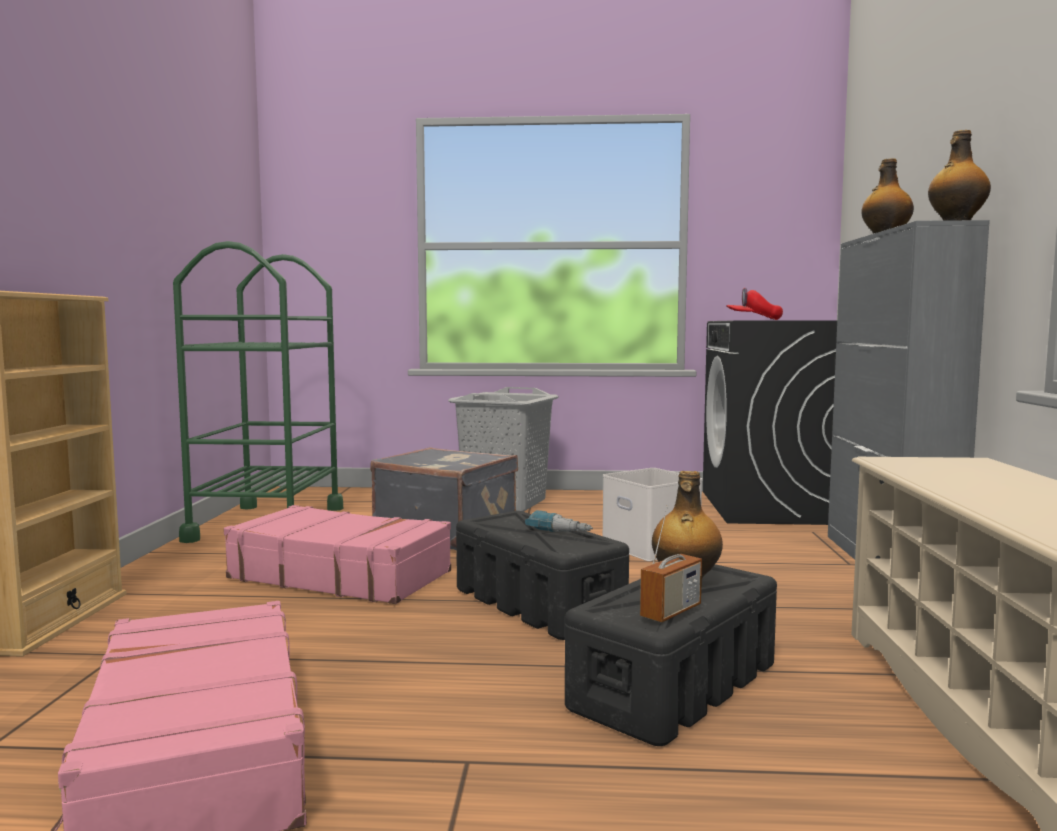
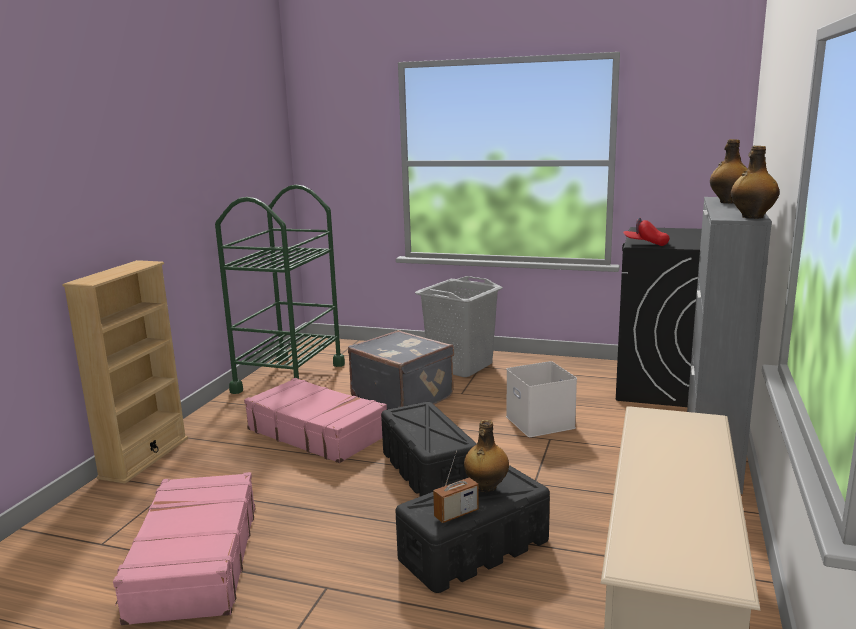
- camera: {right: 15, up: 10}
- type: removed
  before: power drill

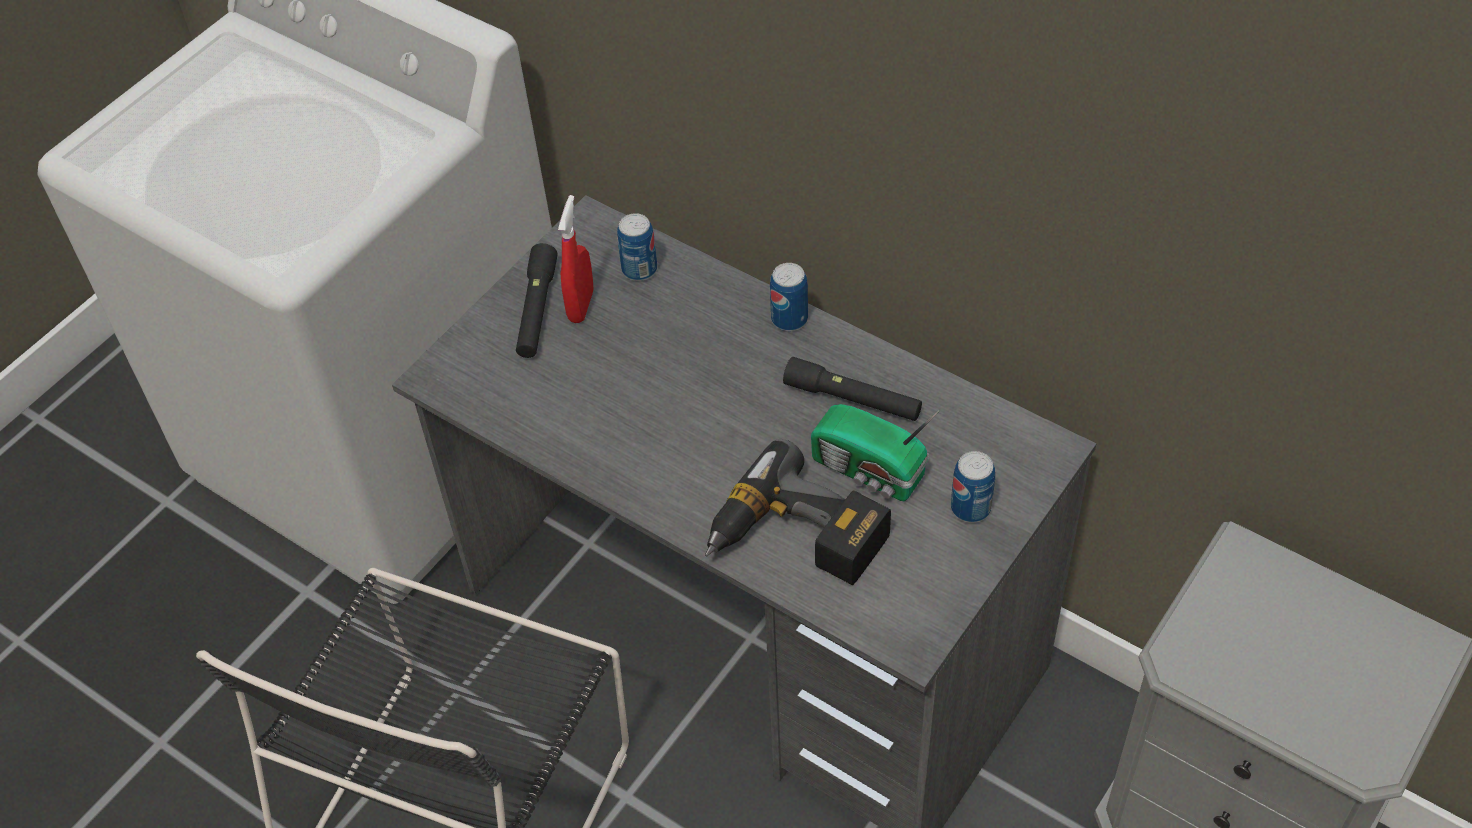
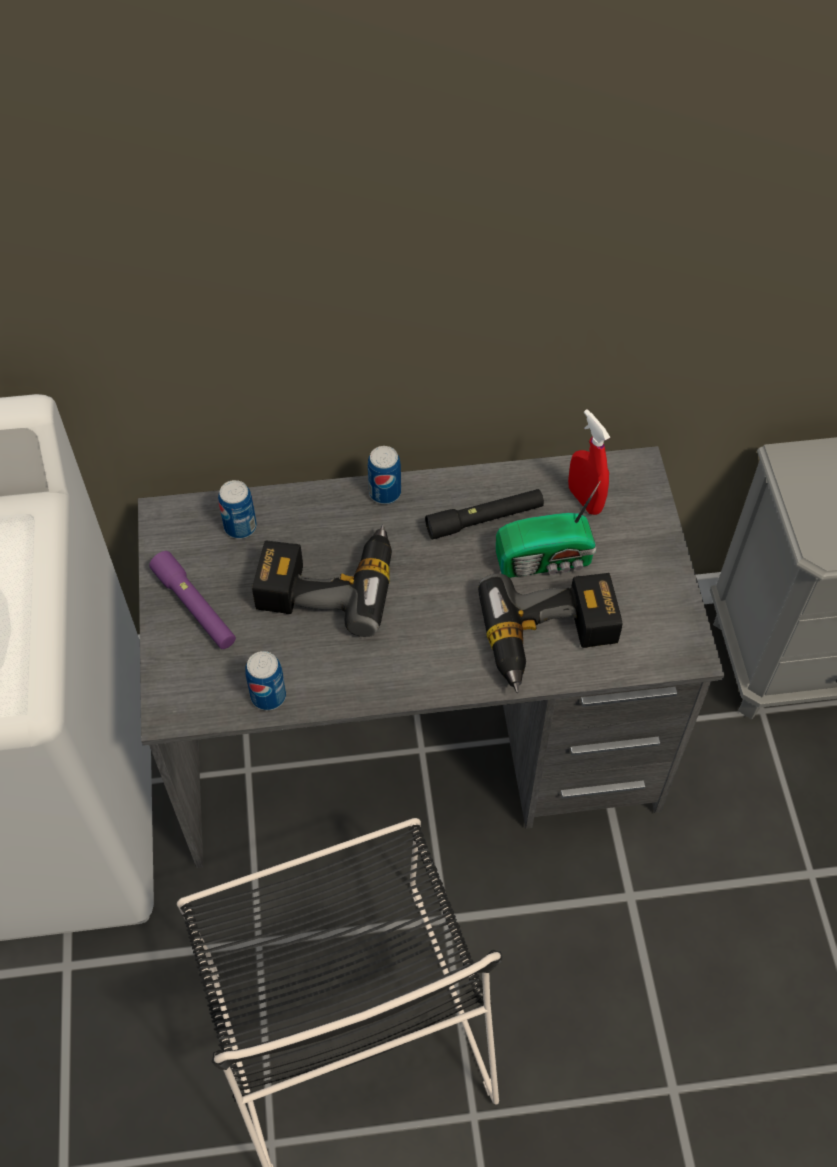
- camera: {right: -45, up: 5}
- type: recoloured
  before: black flashlight (1st from left)
  after: purple flashlight
- type: moved
  before: red spray bottle
- type: moved
  before: can (3rd from left in the first image)
  after: can (2nd from left)
- type: added
  after: power drill (1st from left)

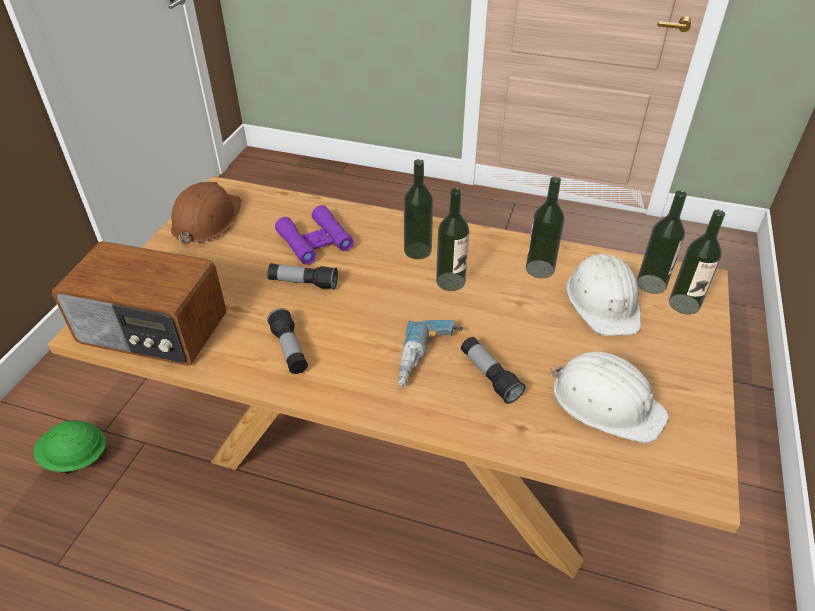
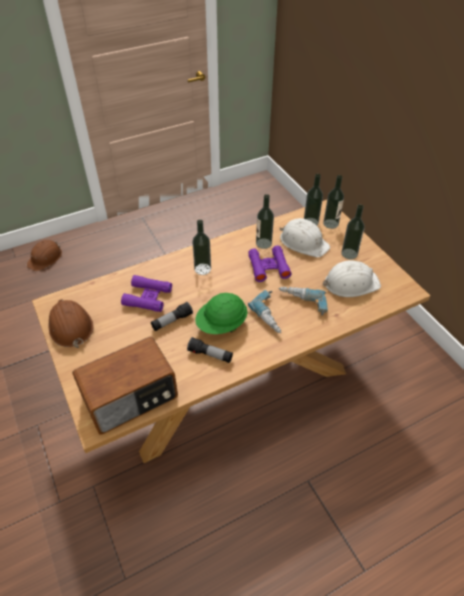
- camera: {right: -45, up: 5}
- type: moved
  before: green hard hat
- type: moved
  before: bottle (2nd from left in the first image)
  after: bottle (5th from left)
- type: replaced
  before: flashlight (3rd from left)
  after: power drill (2nd from left)
- type: added
  after: brown hard hat (1st from left)
- type: added
  after: purple binoculars (2nd from left)

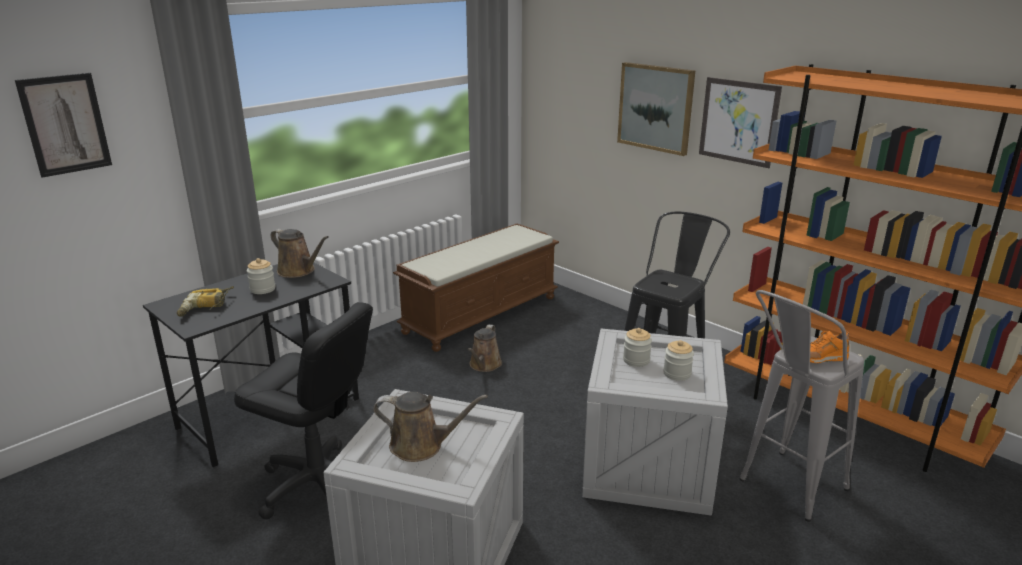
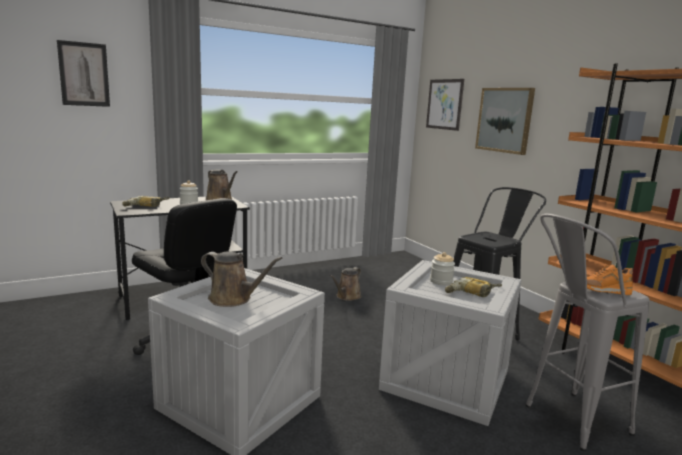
- camera: {right: 15, up: -10}
- type: removed
  before: brown bench
- type: replaced
  before: jar (3rd from left)
  after: power drill (2nd from left)
- type: moved
  before: picture (3rd from left in the first image)
  after: picture (2nd from left)

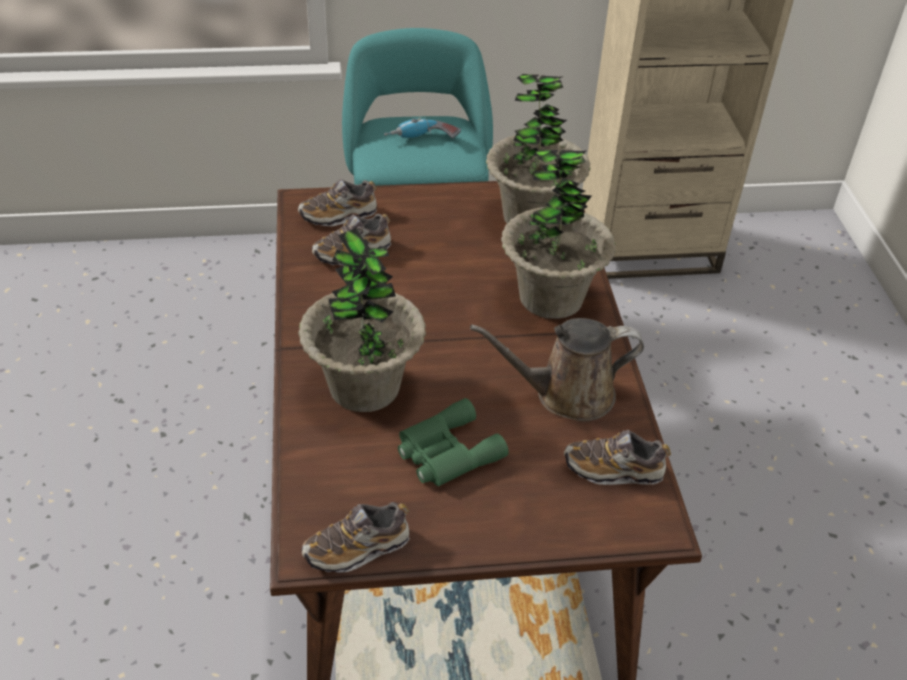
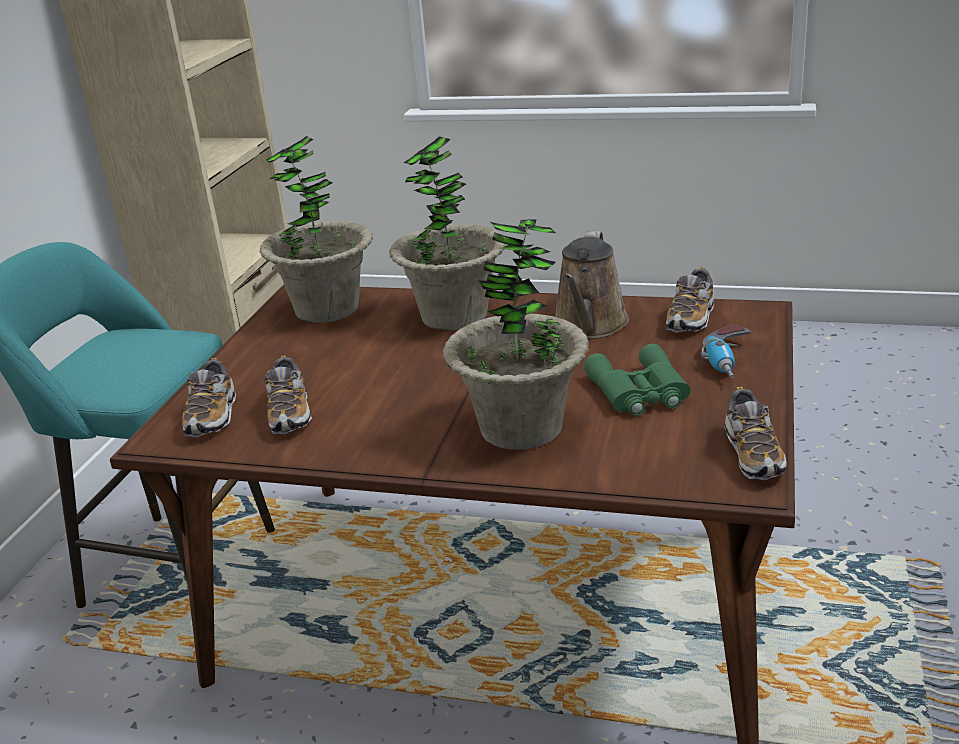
- camera: {right: -65, up: -15}
- type: moved
  before: power drill

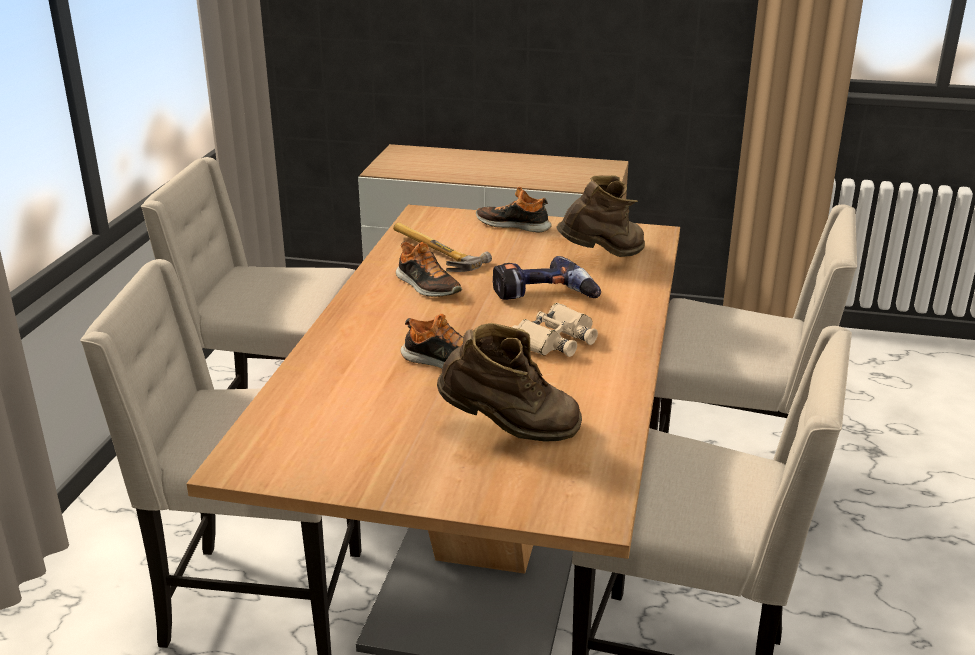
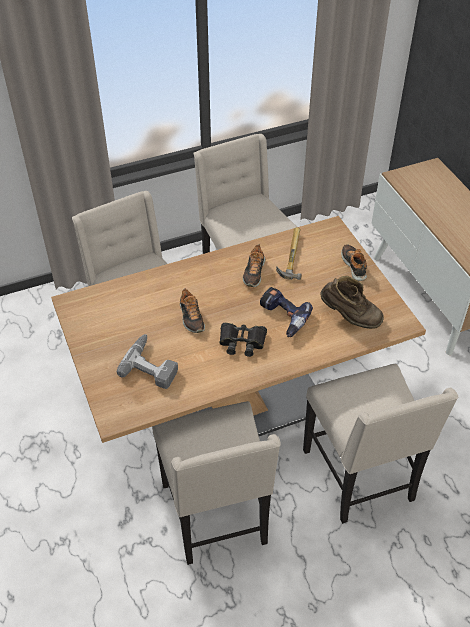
- camera: {right: 55, up: 20}
- type: replaced
  before: brown boot (1st from left)
  after: power drill (1st from left)
- type: recoloured
  before: beige binoculars
  after: black binoculars

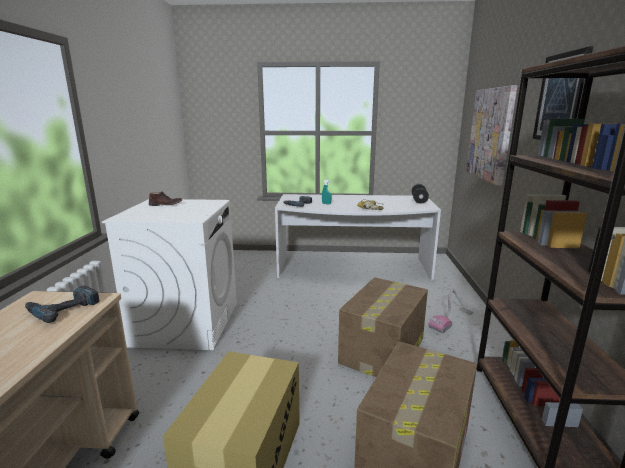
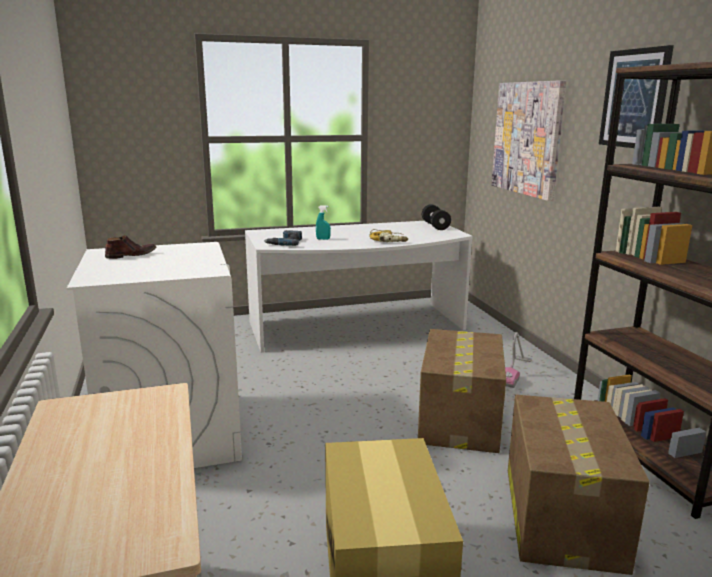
- camera: {right: -20, up: 0}
- type: removed
  before: power drill (1st from left)

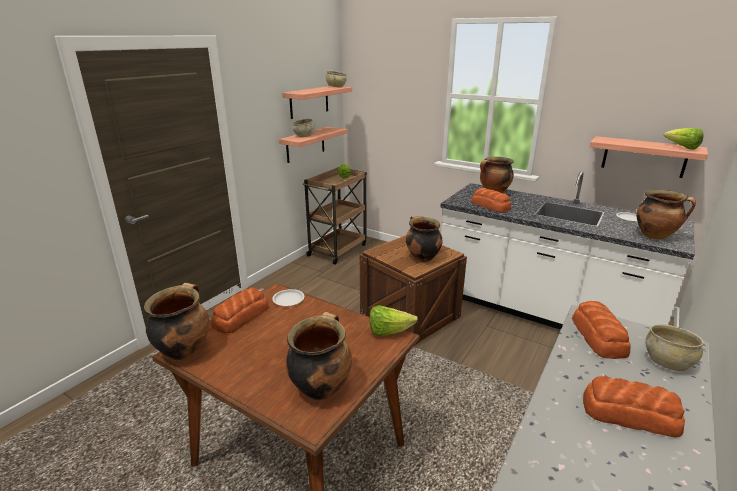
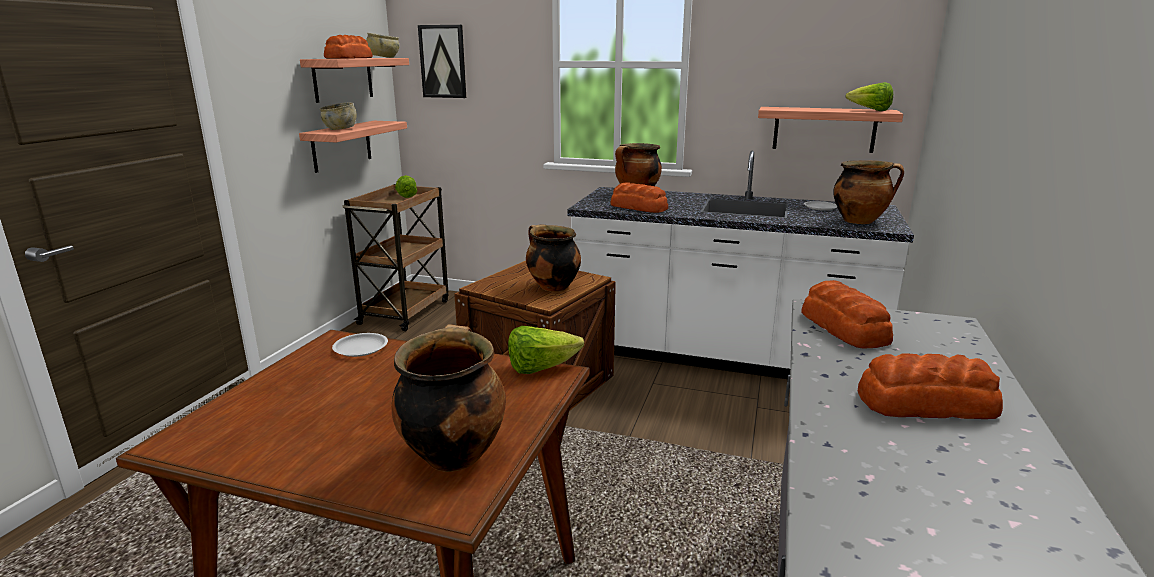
- camera: {right: -15, up: -5}
- type: removed
  before: cooking pot (1st from left)
- type: moved
  before: bread (1st from left)
- type: removed
  before: beige bowl (3rd from left)
- type: added
  after: picture

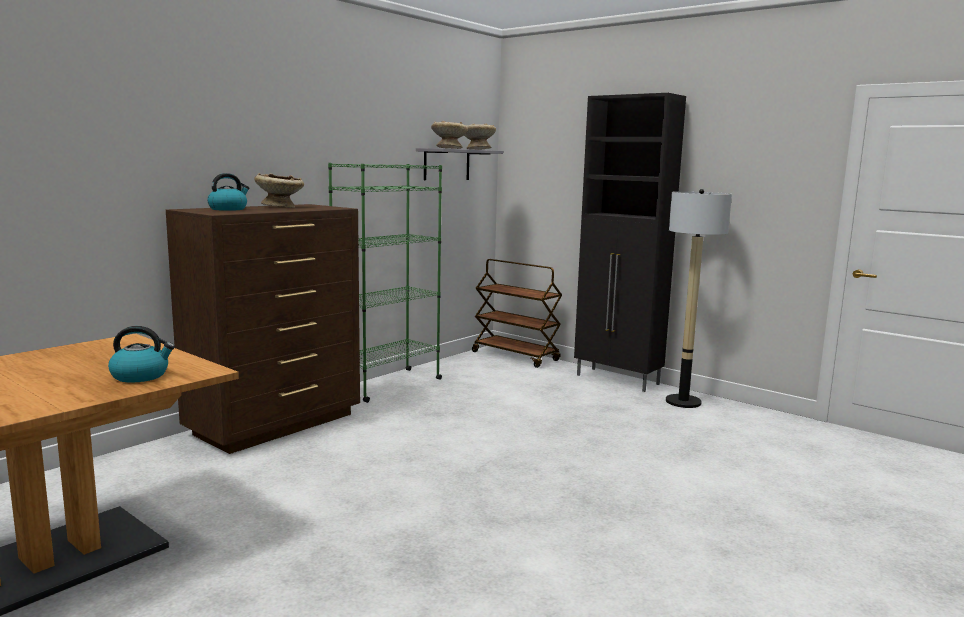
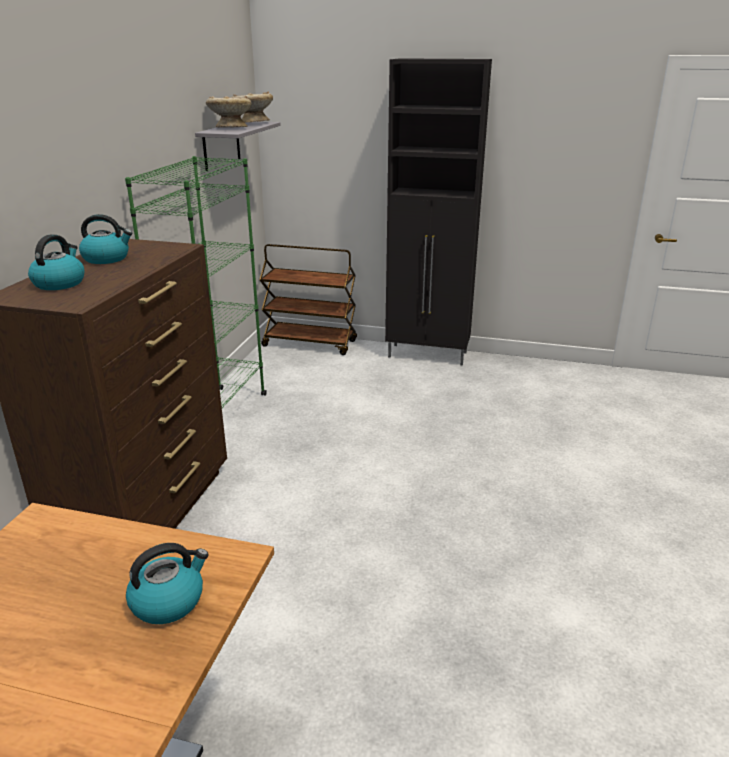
- camera: {right: -25, up: 15}
- type: replaced
  before: beige bowl (1st from left)
  after: kettle (2nd from left)
- type: removed
  before: floor lamp

